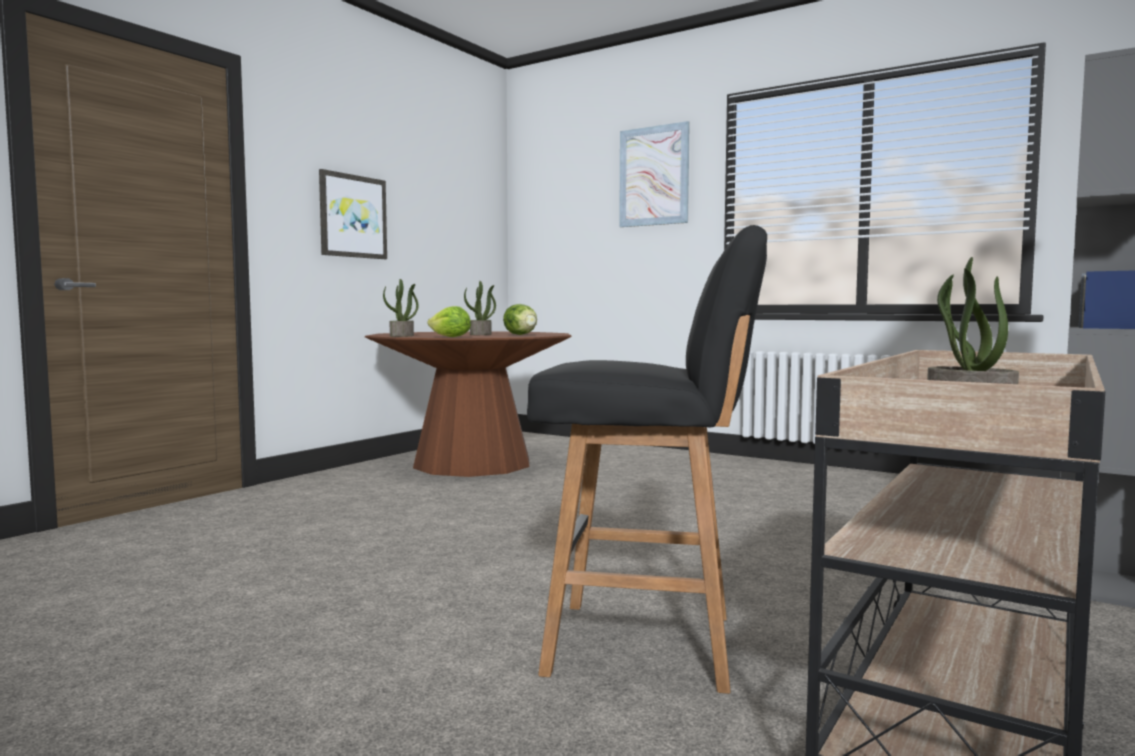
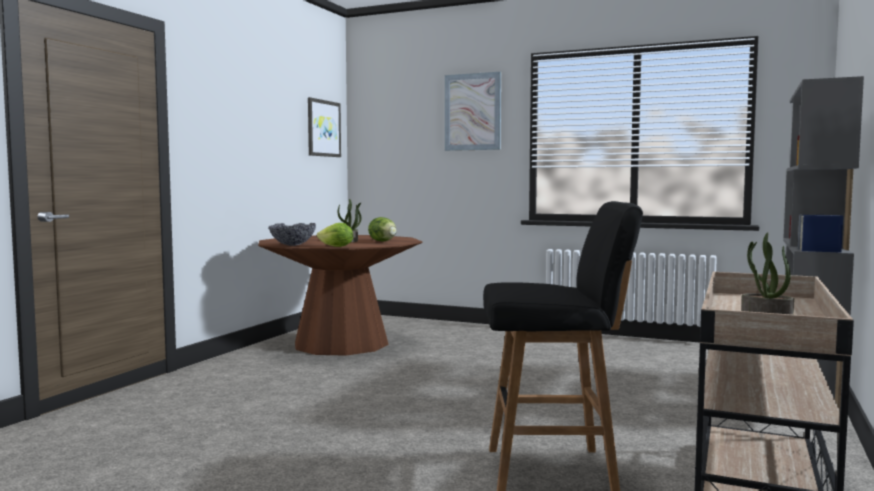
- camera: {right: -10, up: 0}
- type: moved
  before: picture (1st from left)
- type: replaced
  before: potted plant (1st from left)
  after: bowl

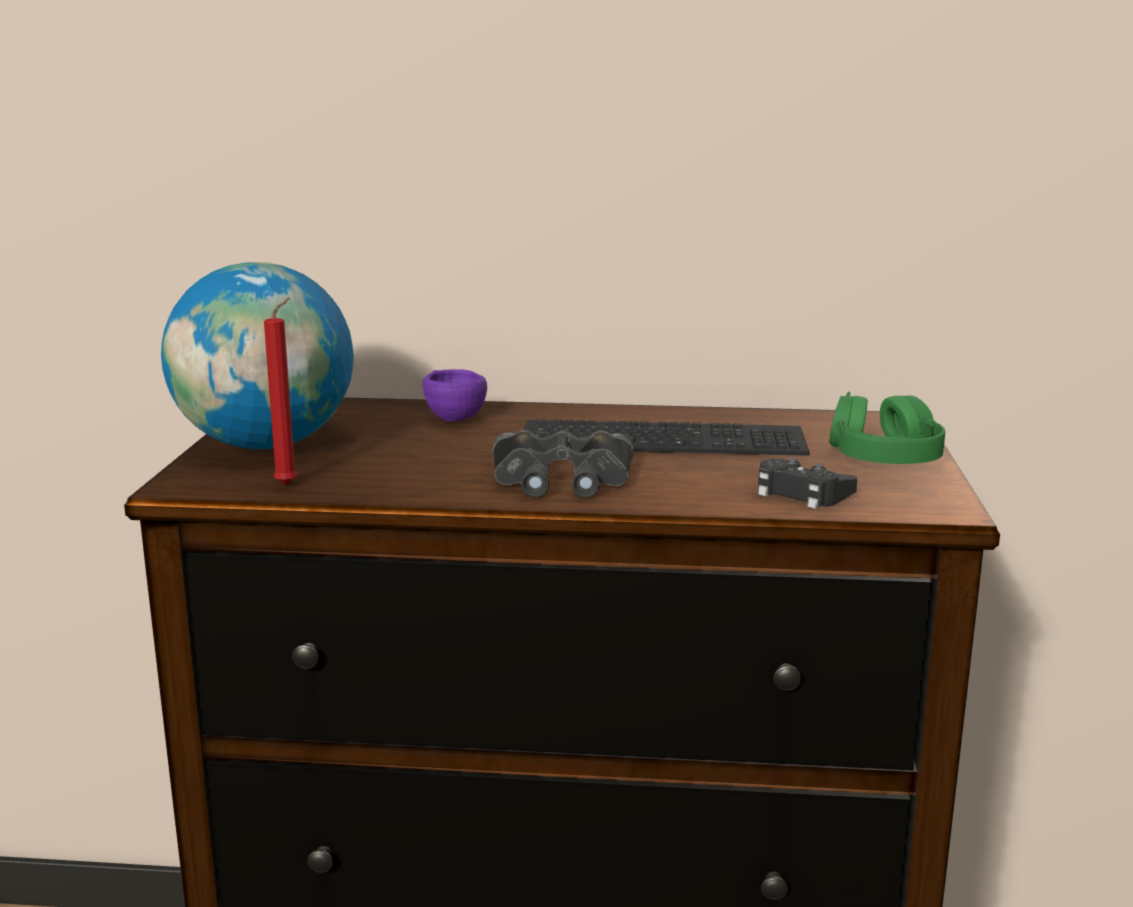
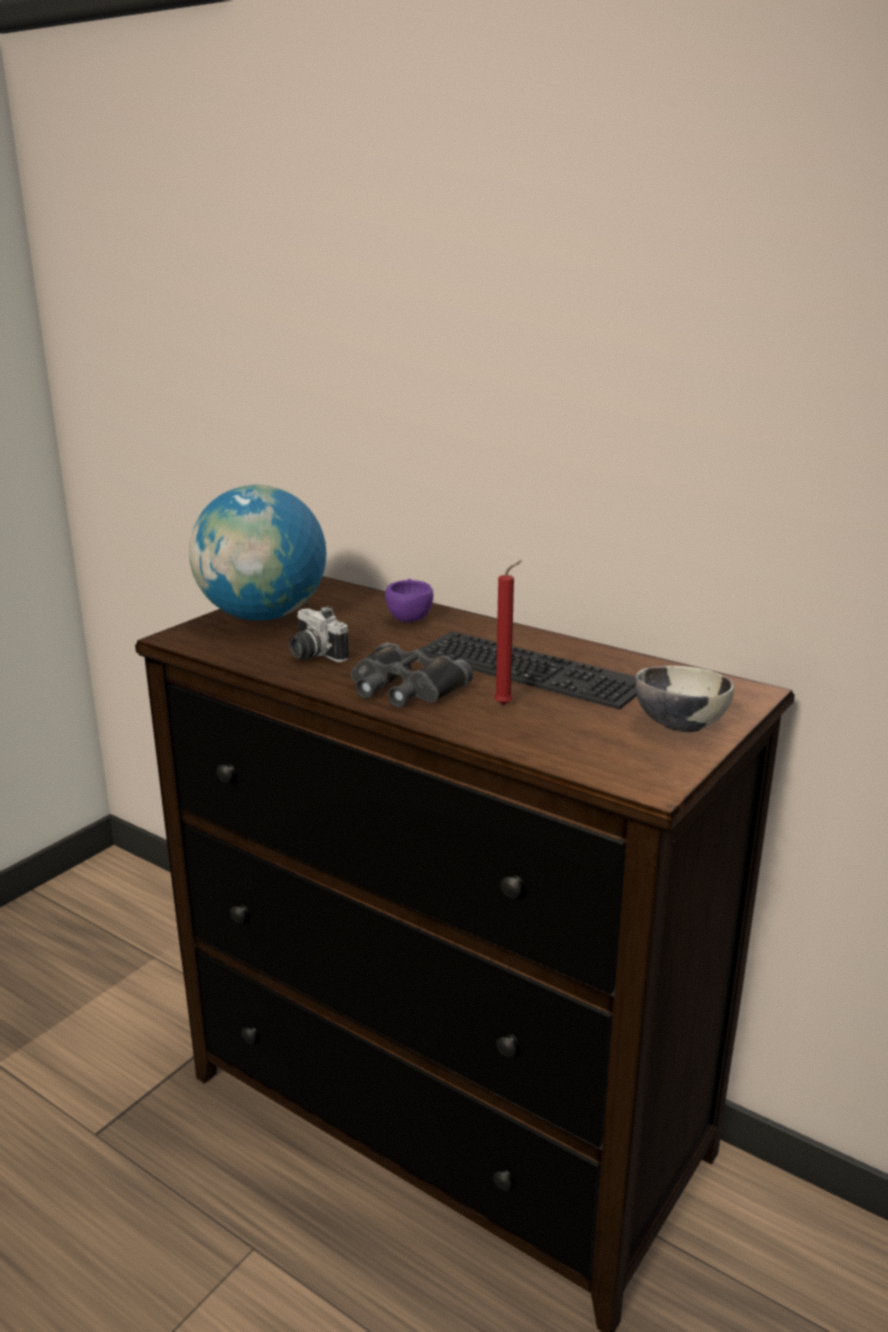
- camera: {right: 30, up: 5}
- type: moved
  before: red candle
- type: removed
  before: black game controller
- type: replaced
  before: green headphones
  after: bowl
- type: added
  after: photo camera

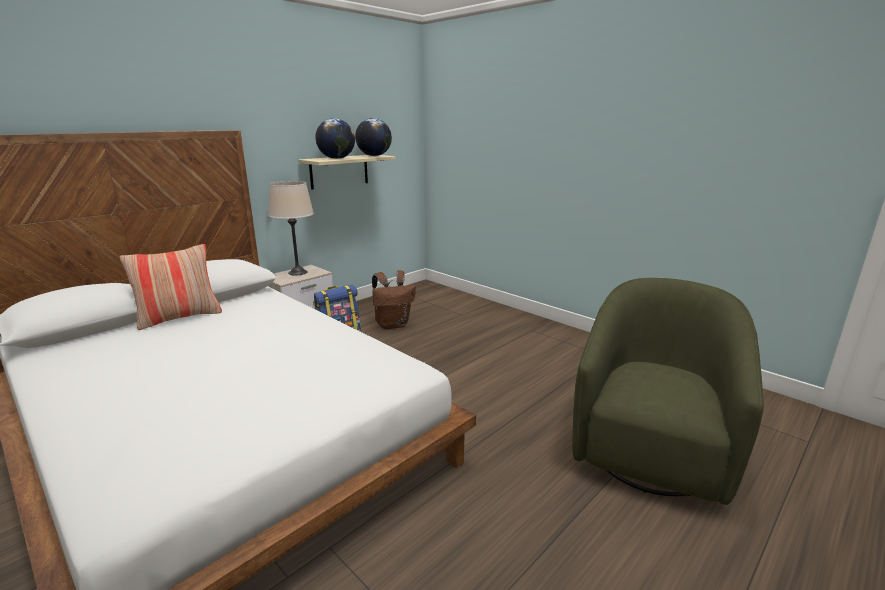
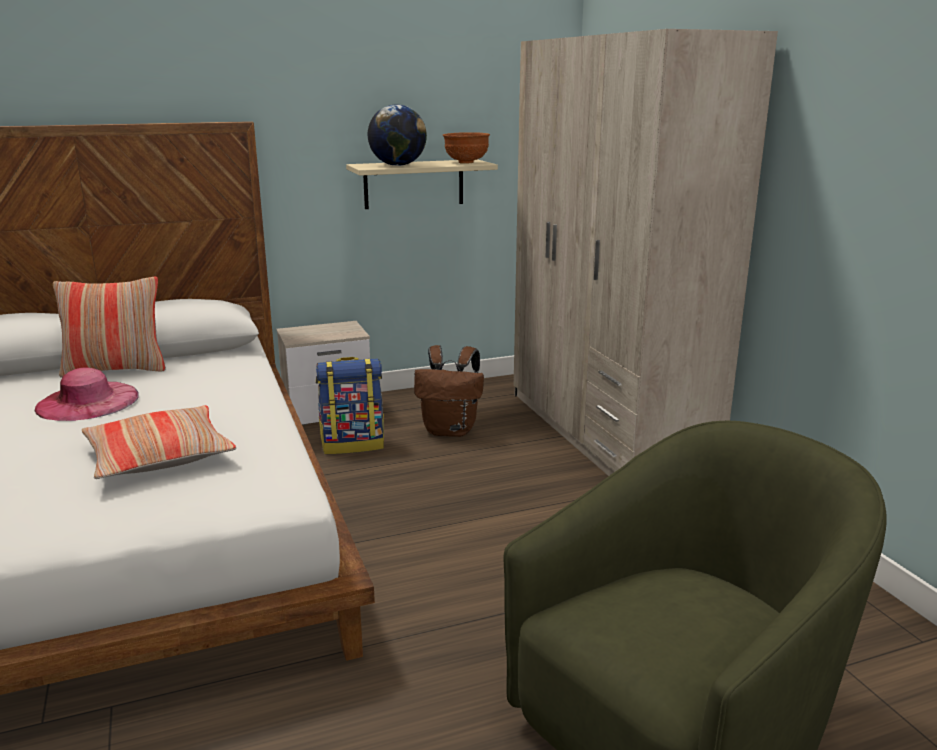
- camera: {right: 25, up: 0}
- type: removed
  before: beige table lamp
- type: replaced
  before: globe (2nd from left)
  after: brown bowl
- type: added
  after: pink hat
- type: added
  after: pillow (2nd from left)
- type: added
  after: beige wardrobe

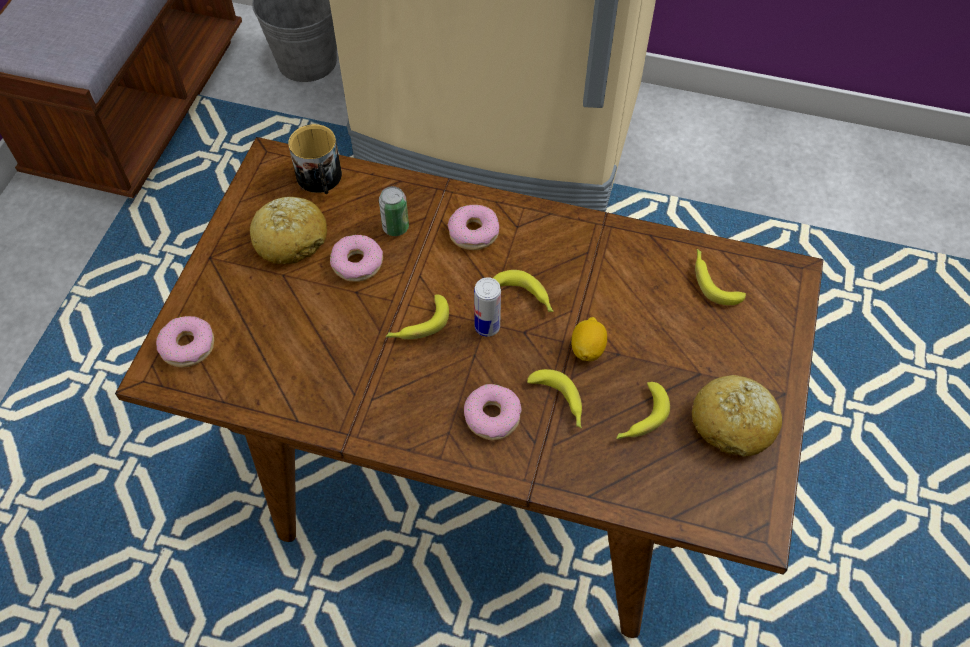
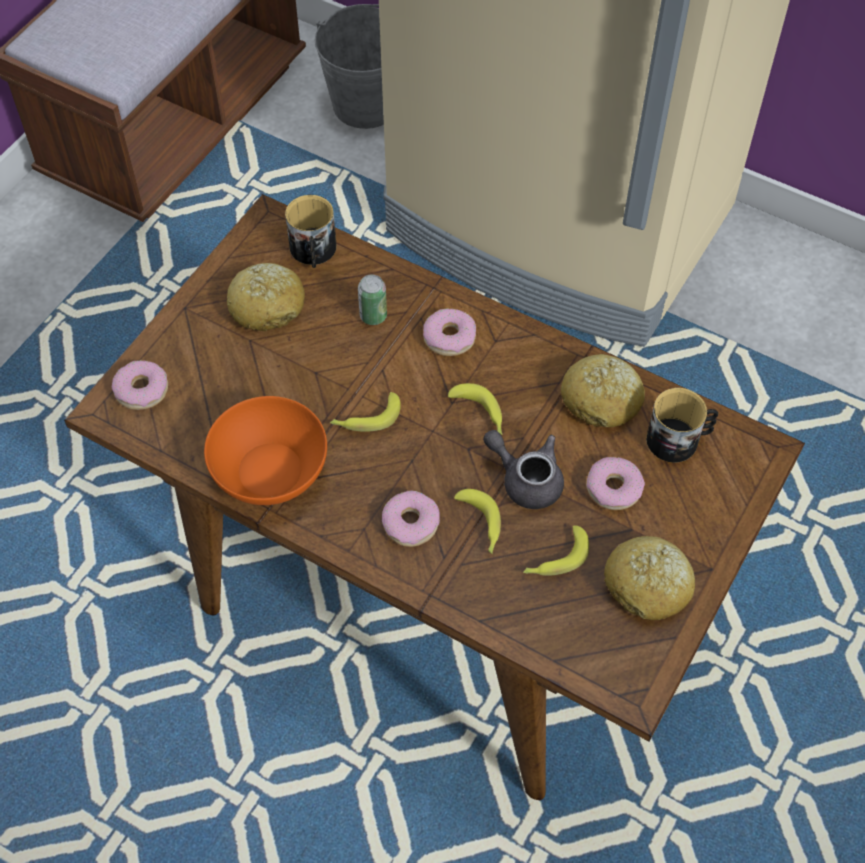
- camera: {right: 15, up: 0}
- type: moved
  before: donut (2nd from left in the first image)
  after: donut (4th from left)
- type: removed
  before: can (2nd from left)
- type: replaced
  before: lemon
  after: grey teapot
- type: replaced
  before: banana (5th from left)
  after: mug (2nd from left)
- type: added
  after: orange bowl
- type: added
  after: bread (2nd from left)

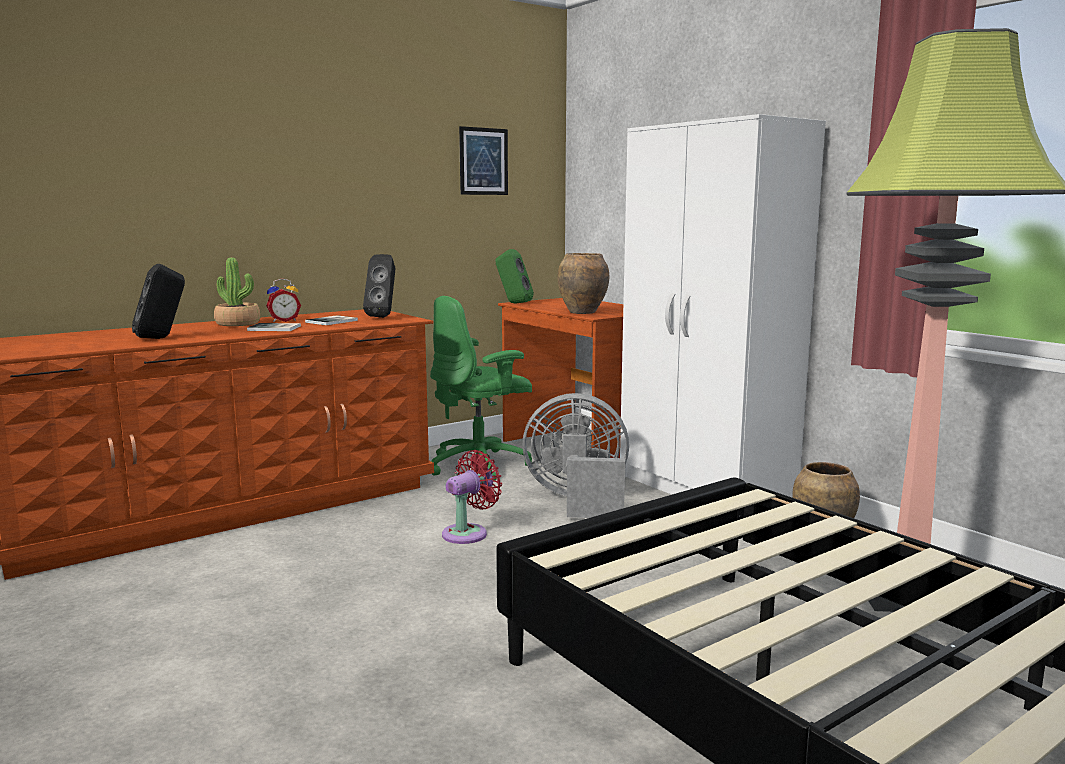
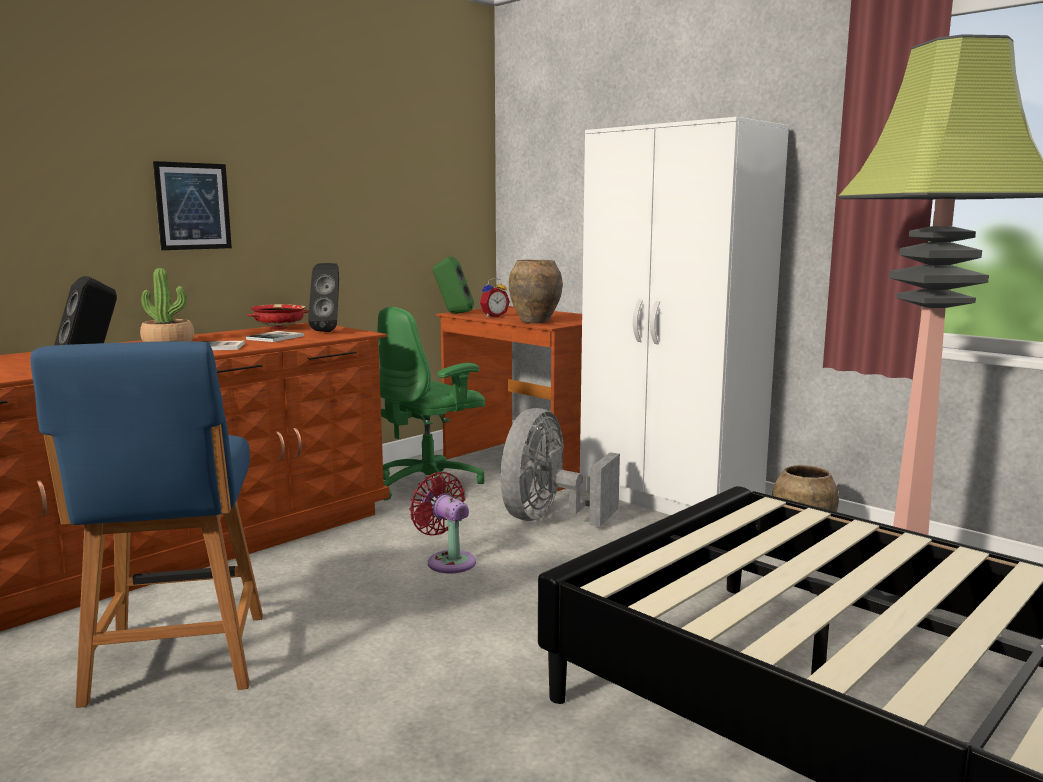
- camera: {right: -10, up: 0}
- type: moved
  before: alarm clock
- type: turned
  before: red fan
  turn: -75
- type: moved
  before: picture
- type: turned
  before: grey fan
  turn: -60
- type: added
  after: blue chair
- type: added
  after: red bowl

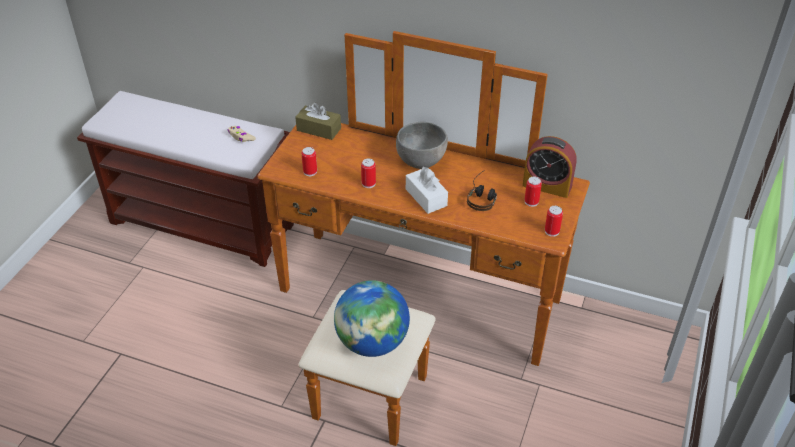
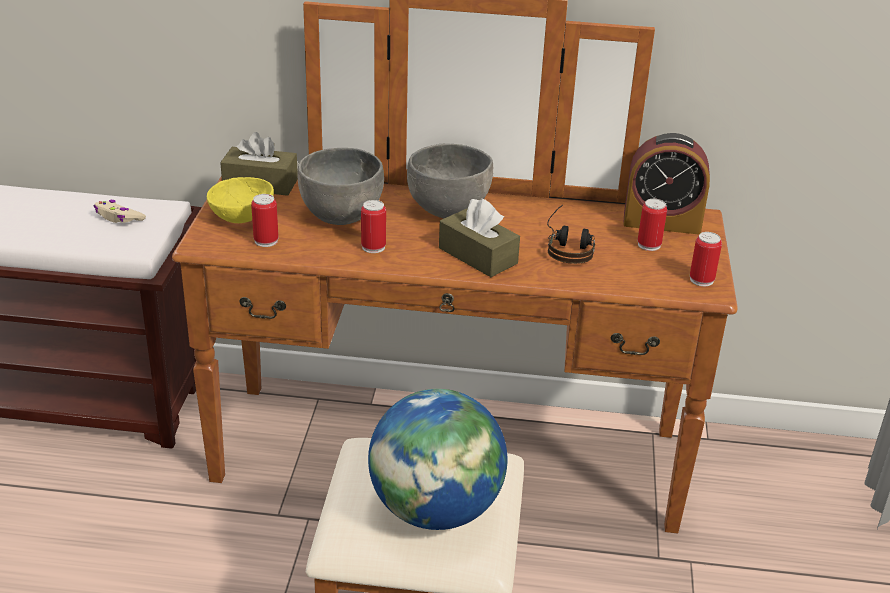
- camera: {right: -15, up: -10}
- type: recoloured
  before: white tissue box
  after: brown tissue box (2nd from left)
- type: added
  after: yellow bowl
- type: added
  after: grey bowl (1st from left)

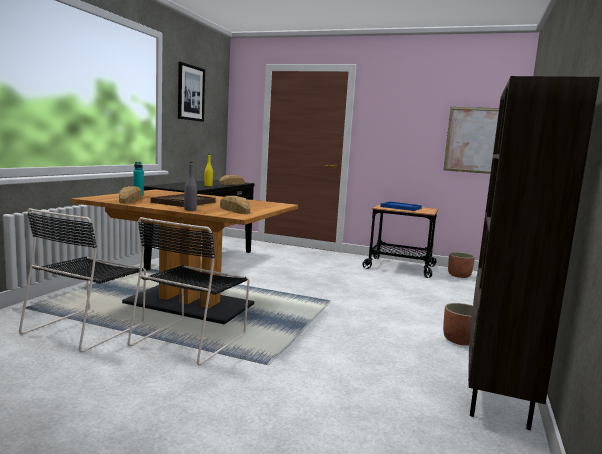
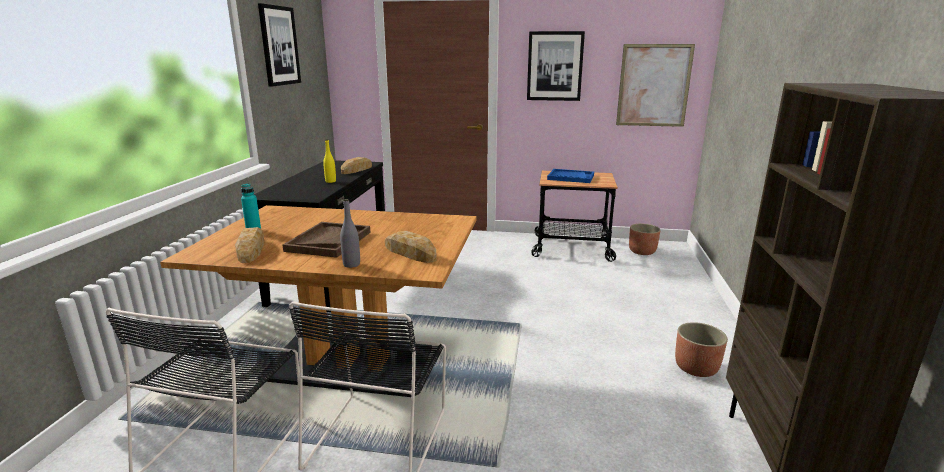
- camera: {right: -10, up: 10}
- type: added
  after: picture (2nd from left)

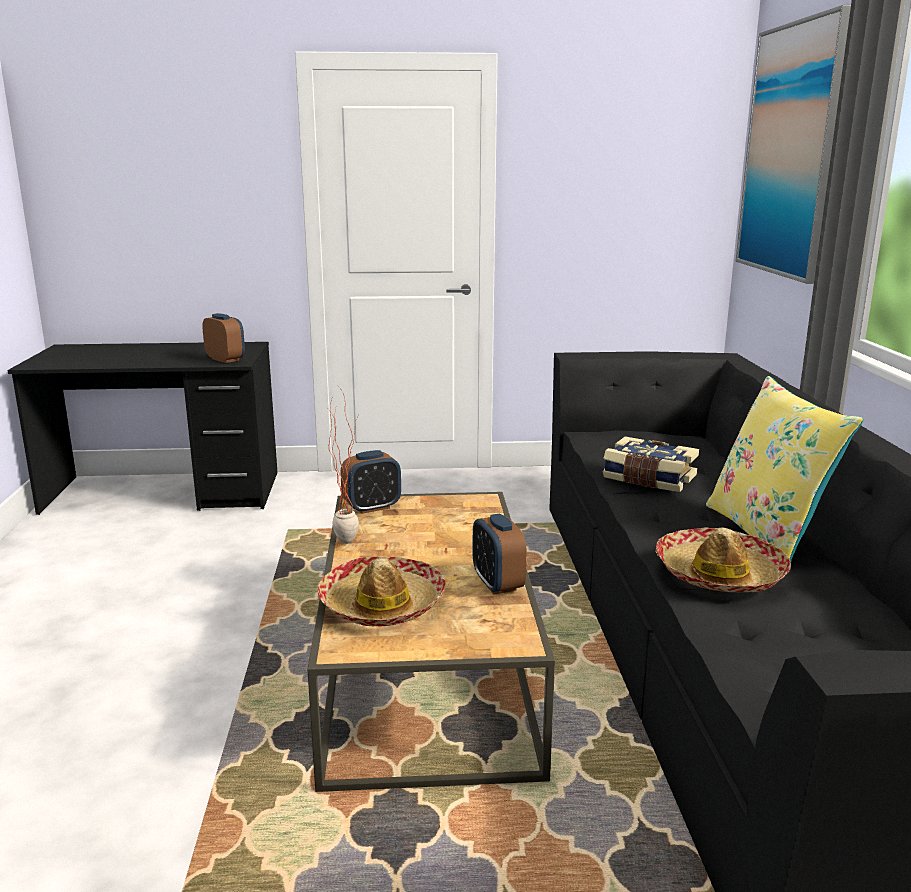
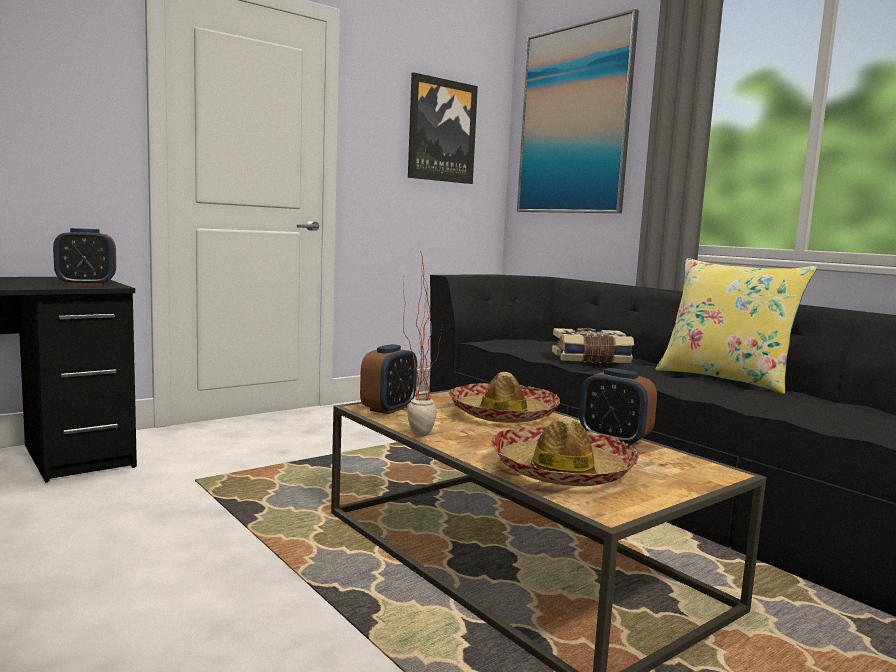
- camera: {right: -35, up: -10}
- type: turned
  before: alarm clock (1st from left)
  turn: 150
- type: moved
  before: hat (2nd from left in the first image)
  after: hat (1st from left)
- type: added
  after: picture (1st from left)

